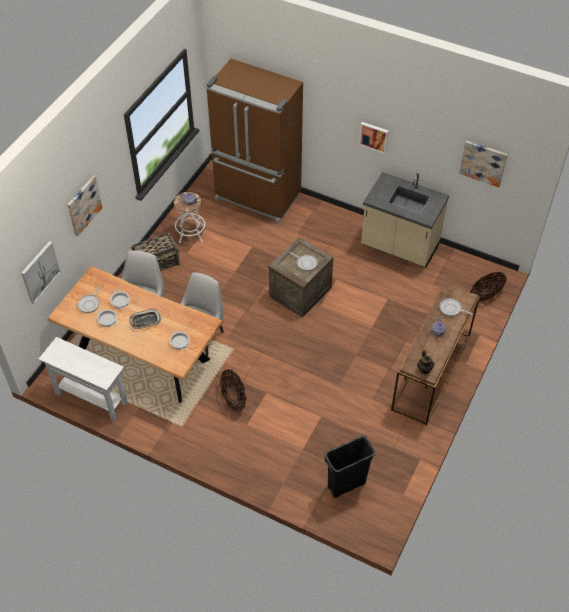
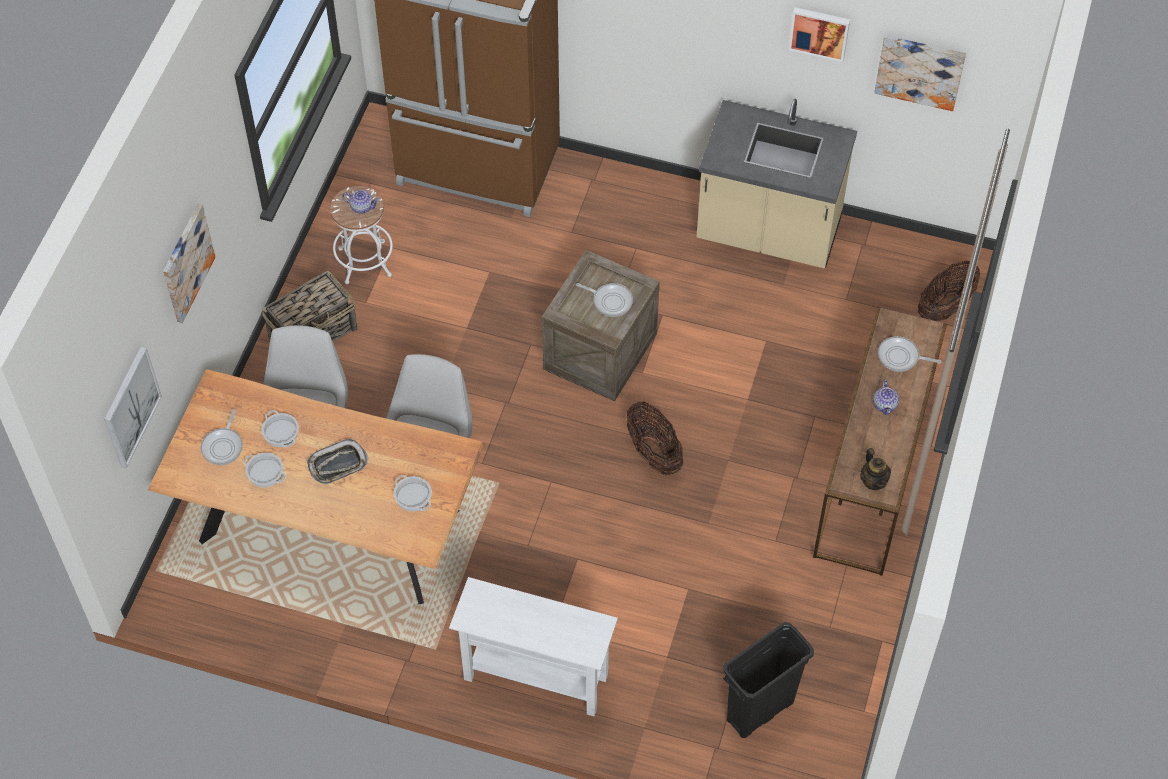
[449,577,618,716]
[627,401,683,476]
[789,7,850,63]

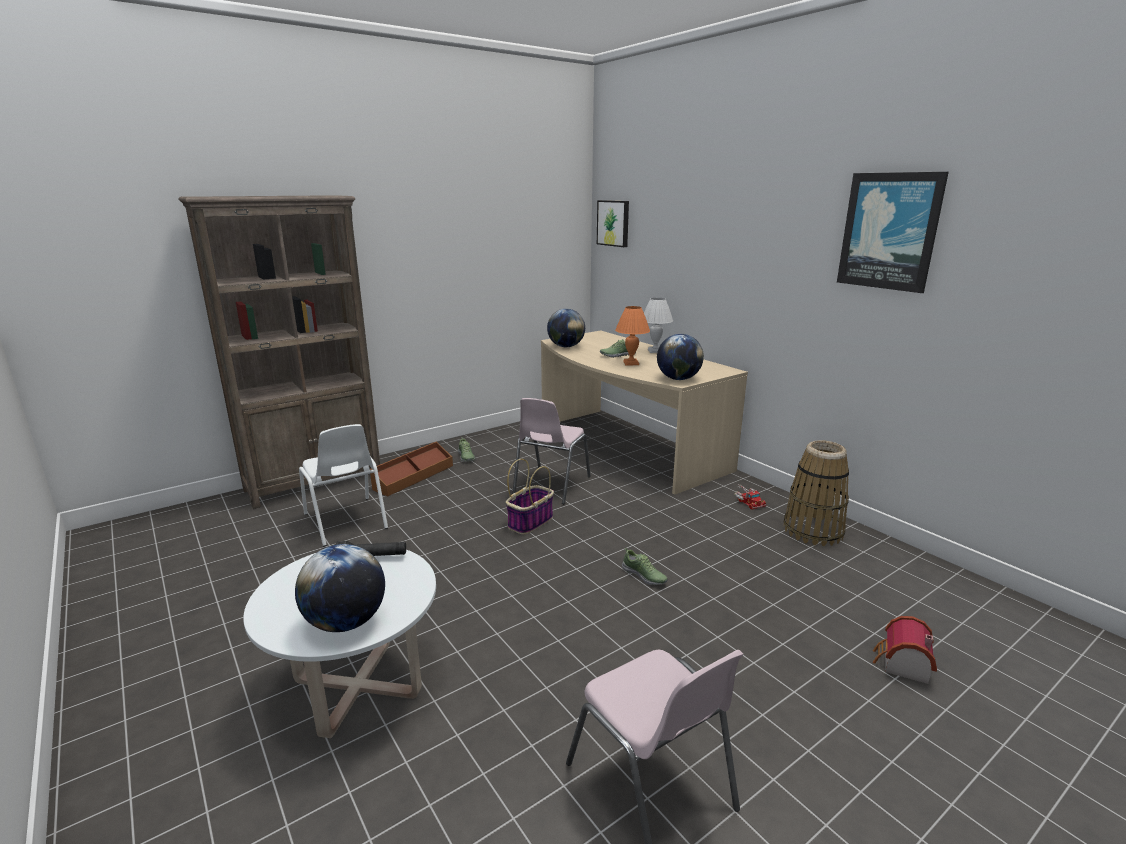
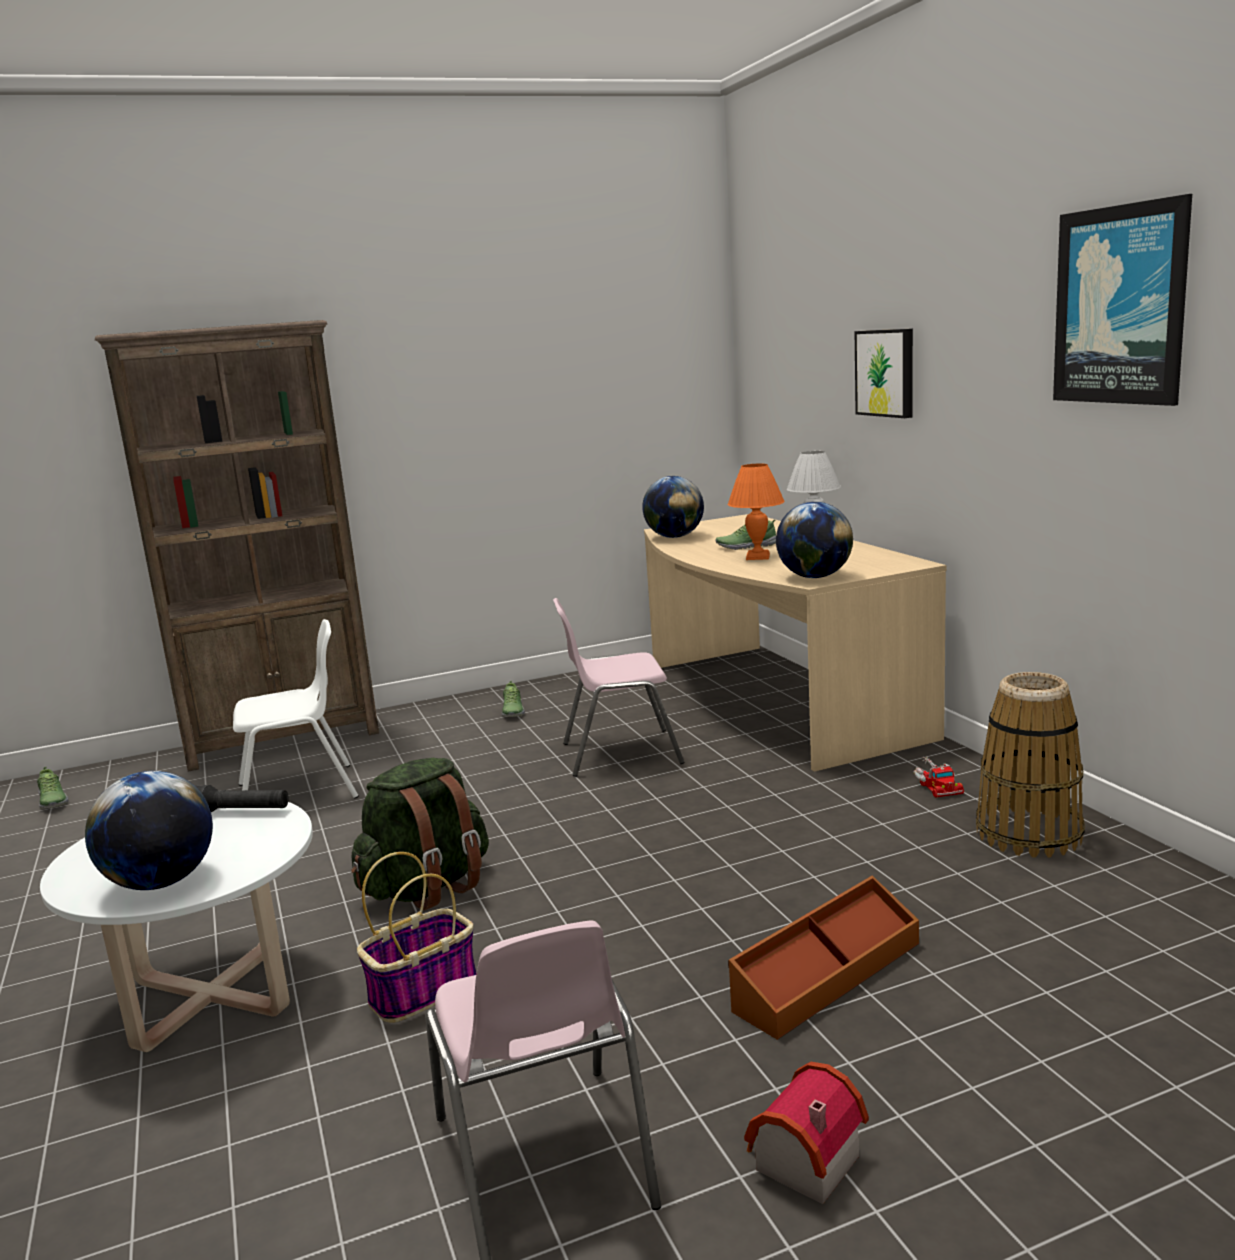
[233,619,359,798]
[728,875,919,1040]
[357,852,477,1023]
[553,598,684,777]
[855,329,913,418]
[37,767,69,808]
[744,1062,869,1204]
[351,758,489,910]

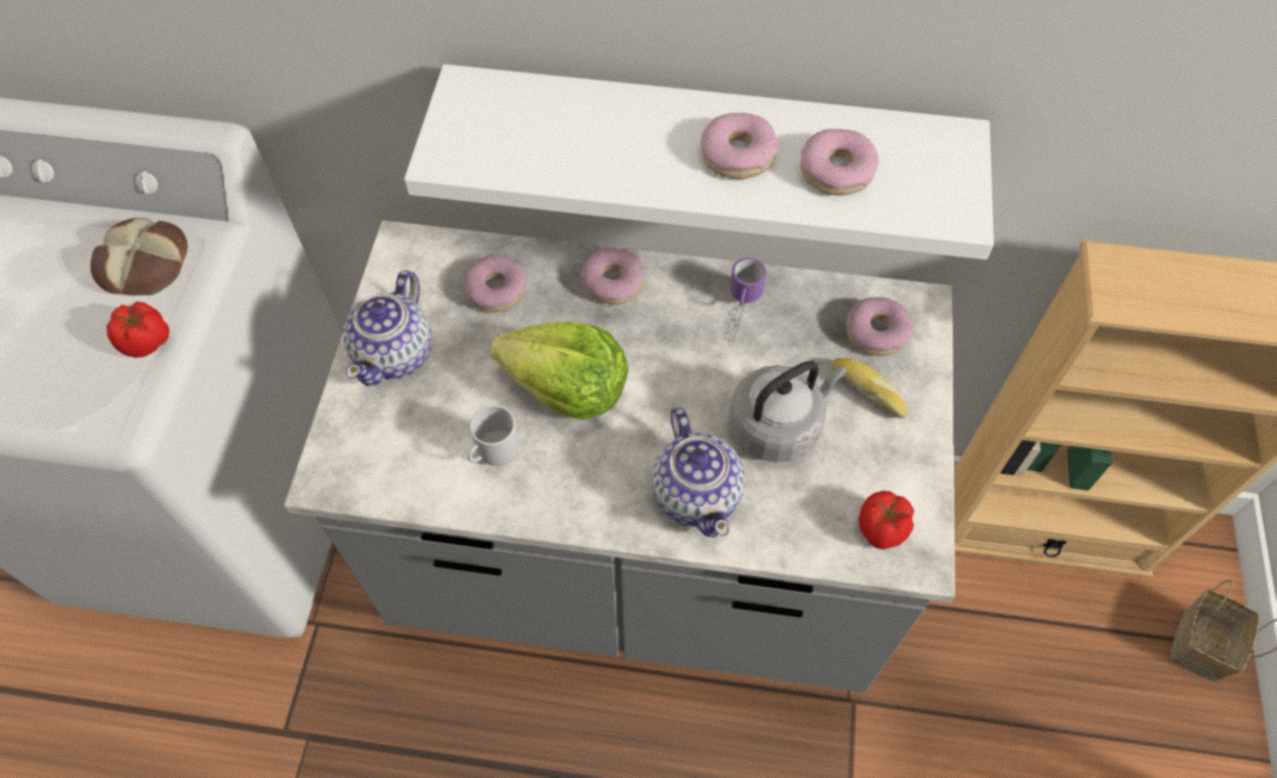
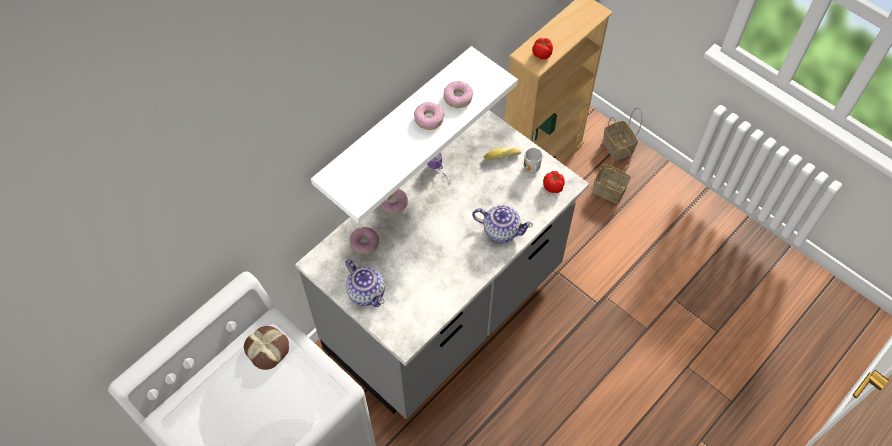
[532,38,553,60]
[524,148,543,174]
[490,322,628,420] (first image)
[729,361,847,462] (first image)
[846,297,913,356] (first image)
[593,147,631,204]

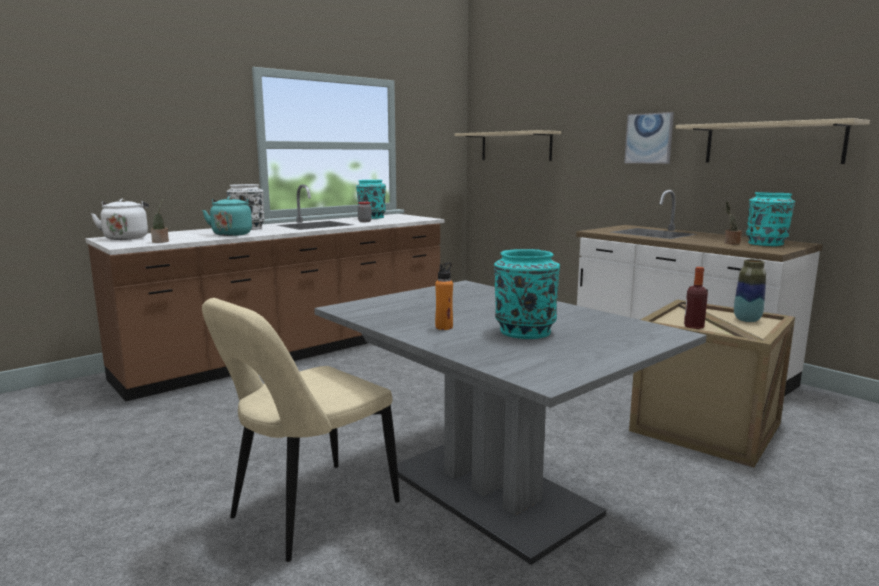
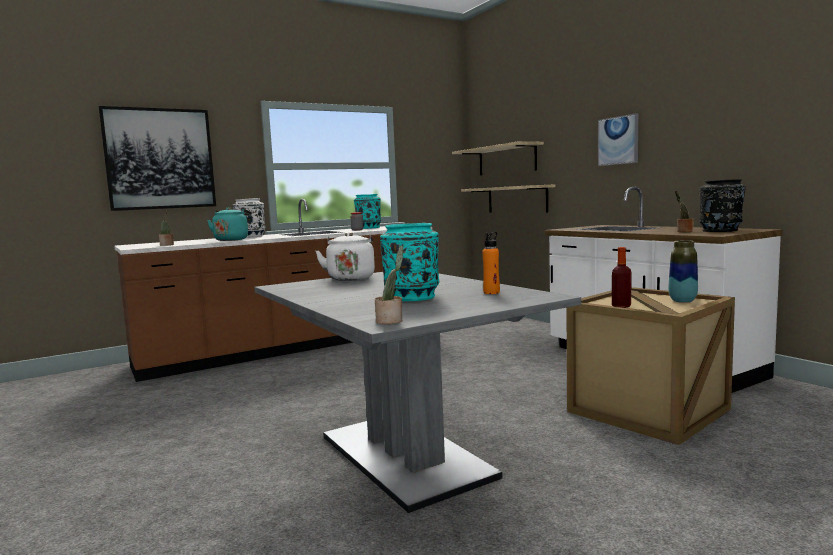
[315,232,375,281]
[202,298,400,562] (first image)
[482,232,500,294]
[461,184,555,213]
[699,179,746,232]
[99,106,216,211]
[375,245,403,324]

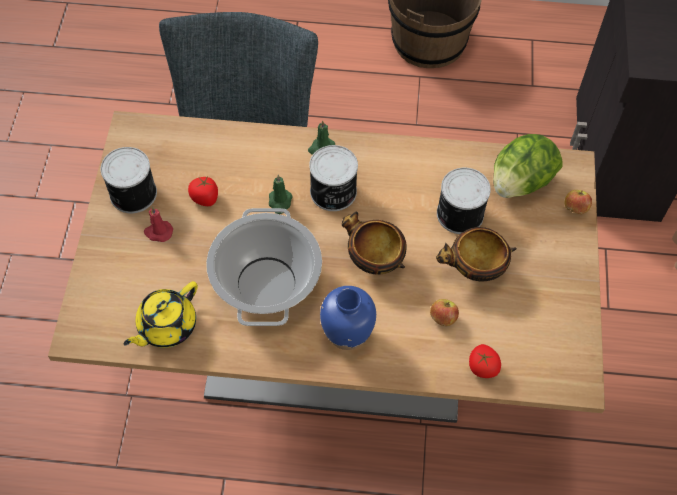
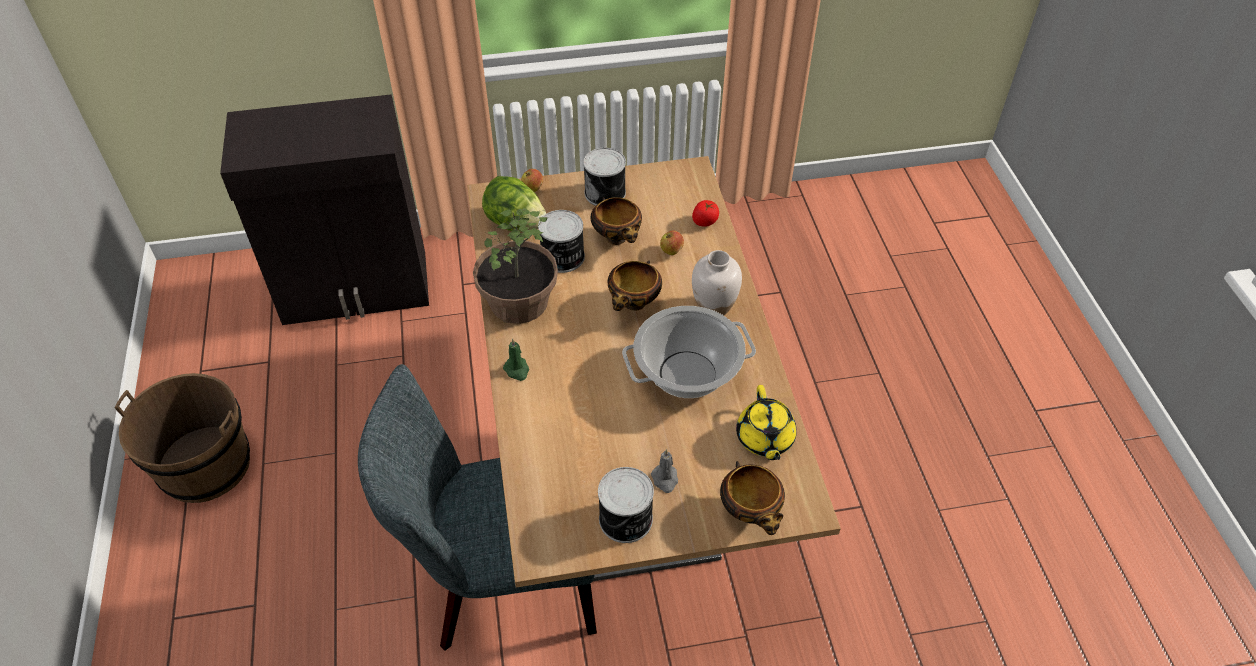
[736,385,797,460]
[651,449,678,493]
[188,176,218,206] (first image)
[269,175,293,214] (first image)
[583,148,626,206]
[692,250,742,315]
[473,207,558,324]
[720,461,785,535]

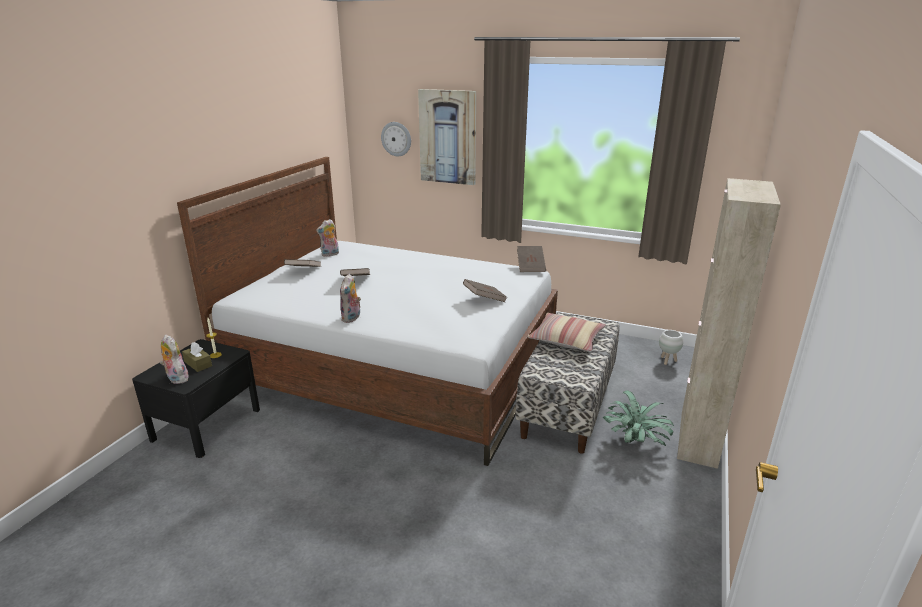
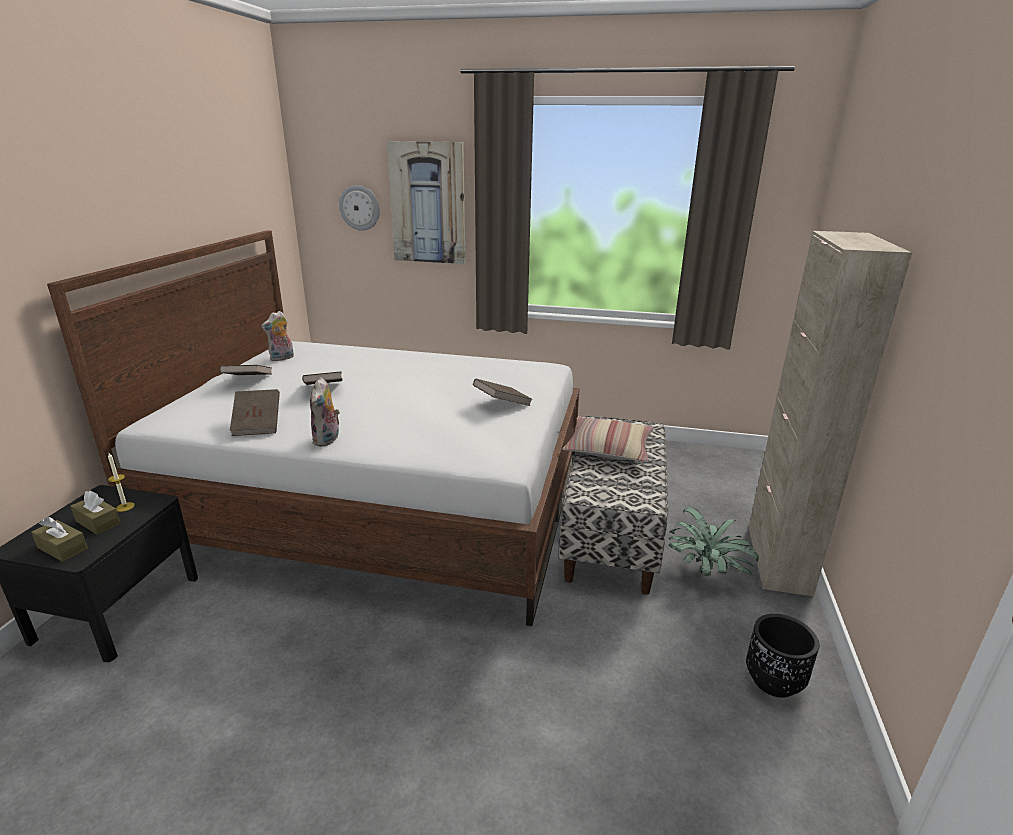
[31,517,88,562]
[230,389,280,436]
[659,330,683,365] (first image)
[746,614,819,698]

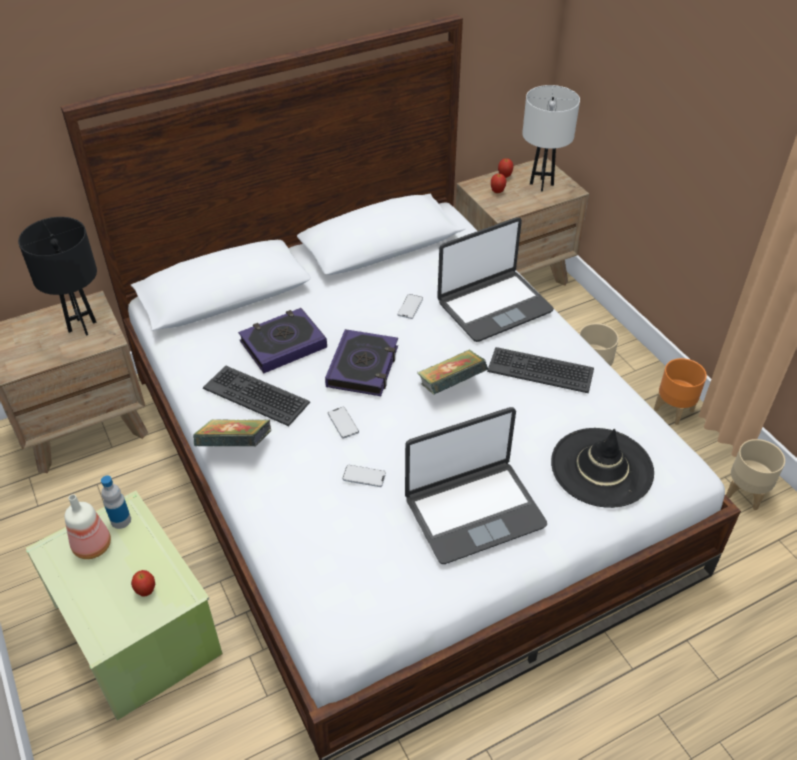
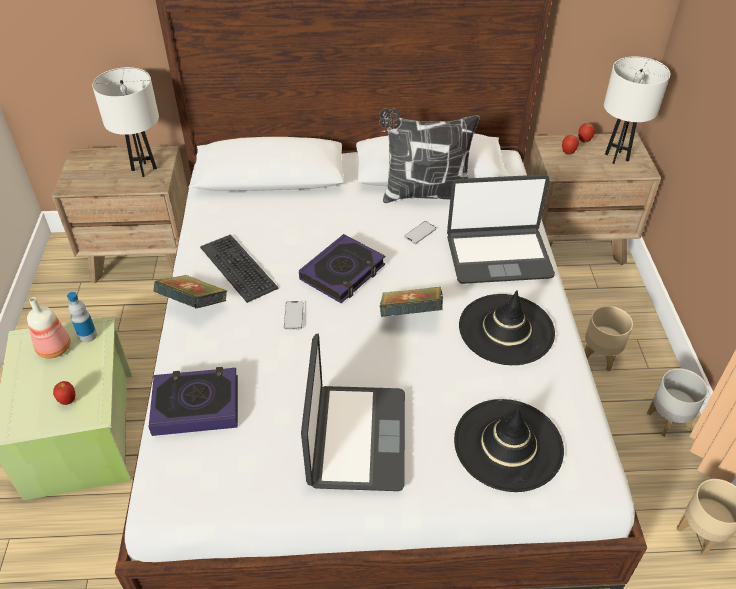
[92,67,159,177]
[149,367,238,436]
[343,465,386,487] (first image)
[301,334,405,491]
[459,290,555,365]
[647,368,708,437]
[379,108,480,203]

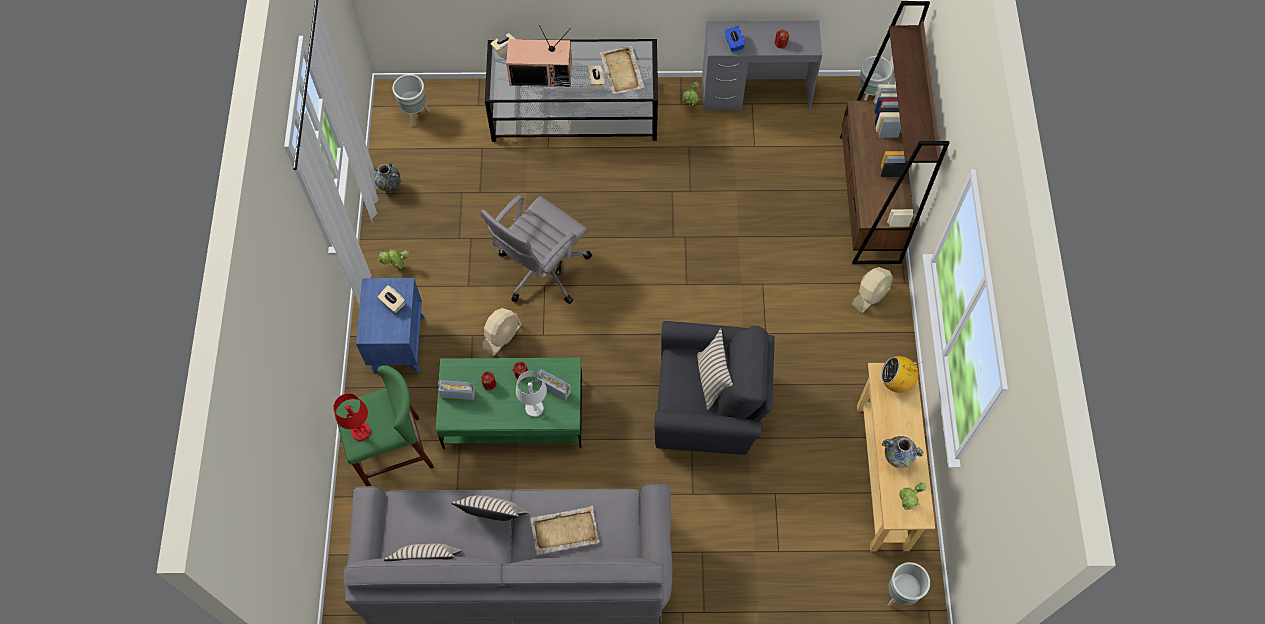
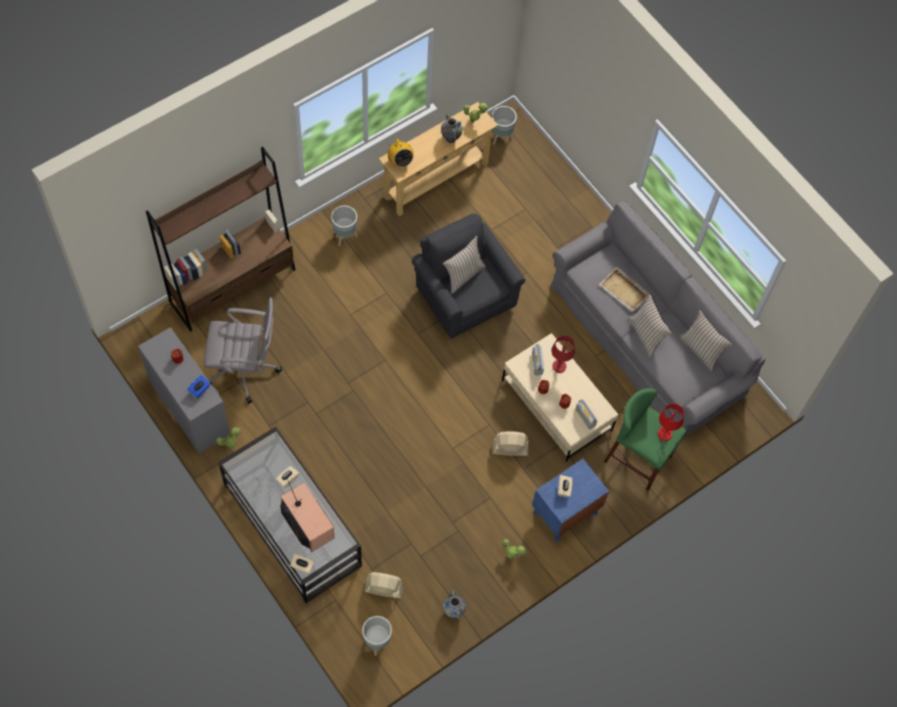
[502,333,618,462]
[204,297,282,404]
[551,335,575,373]
[600,46,645,94] (first image)
[364,572,404,599]
[331,205,357,246]

